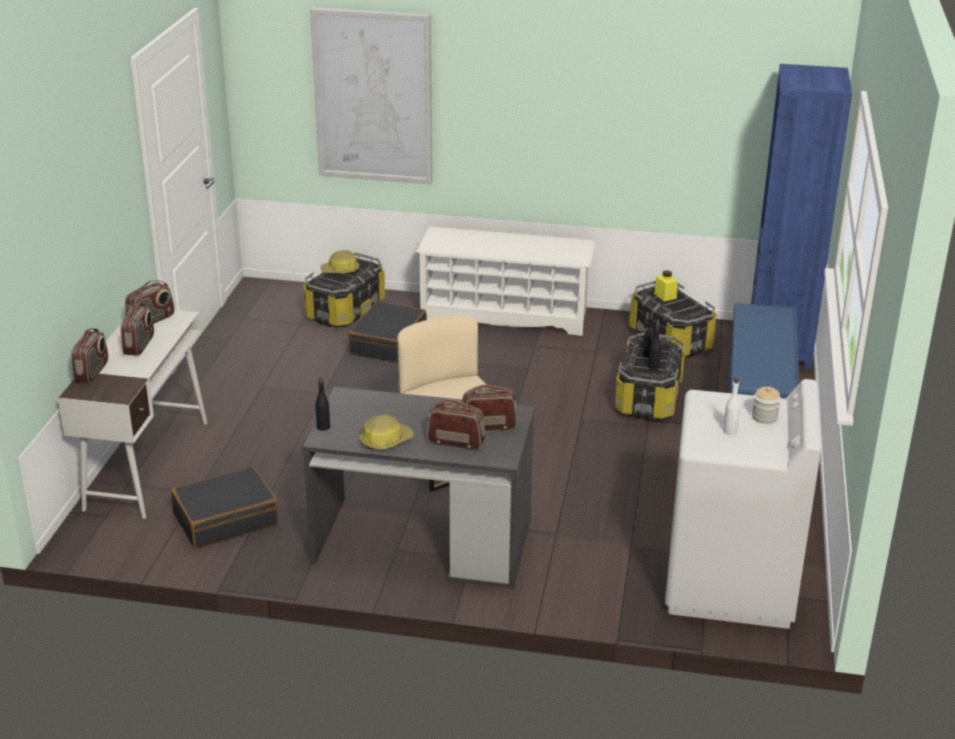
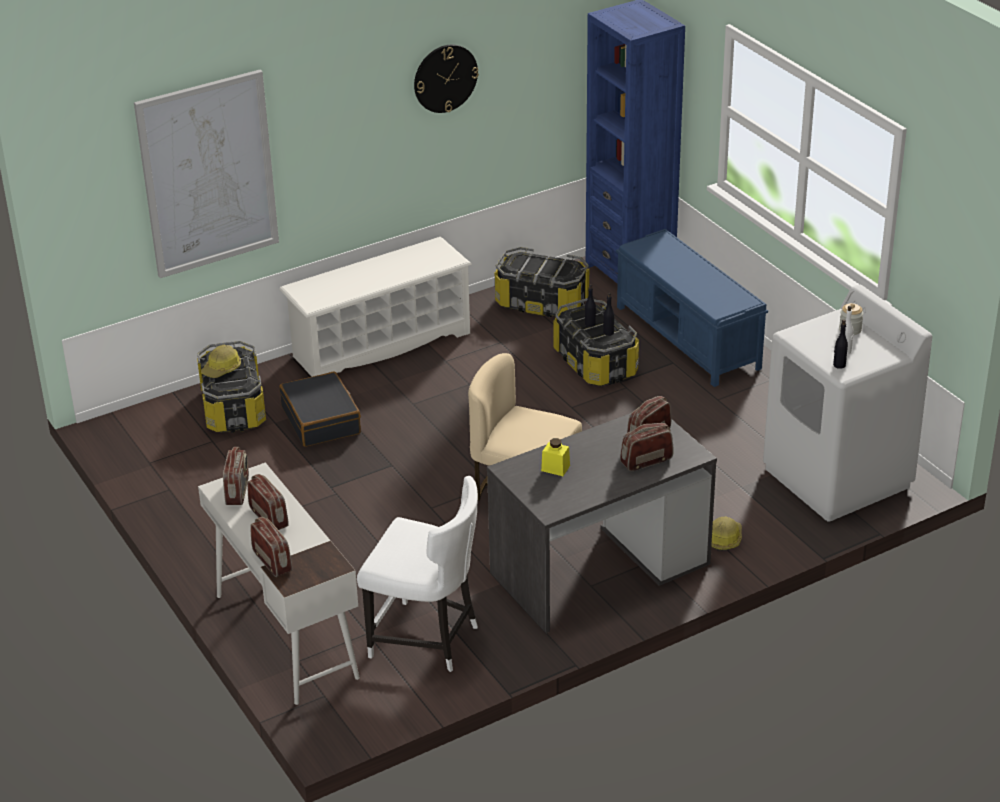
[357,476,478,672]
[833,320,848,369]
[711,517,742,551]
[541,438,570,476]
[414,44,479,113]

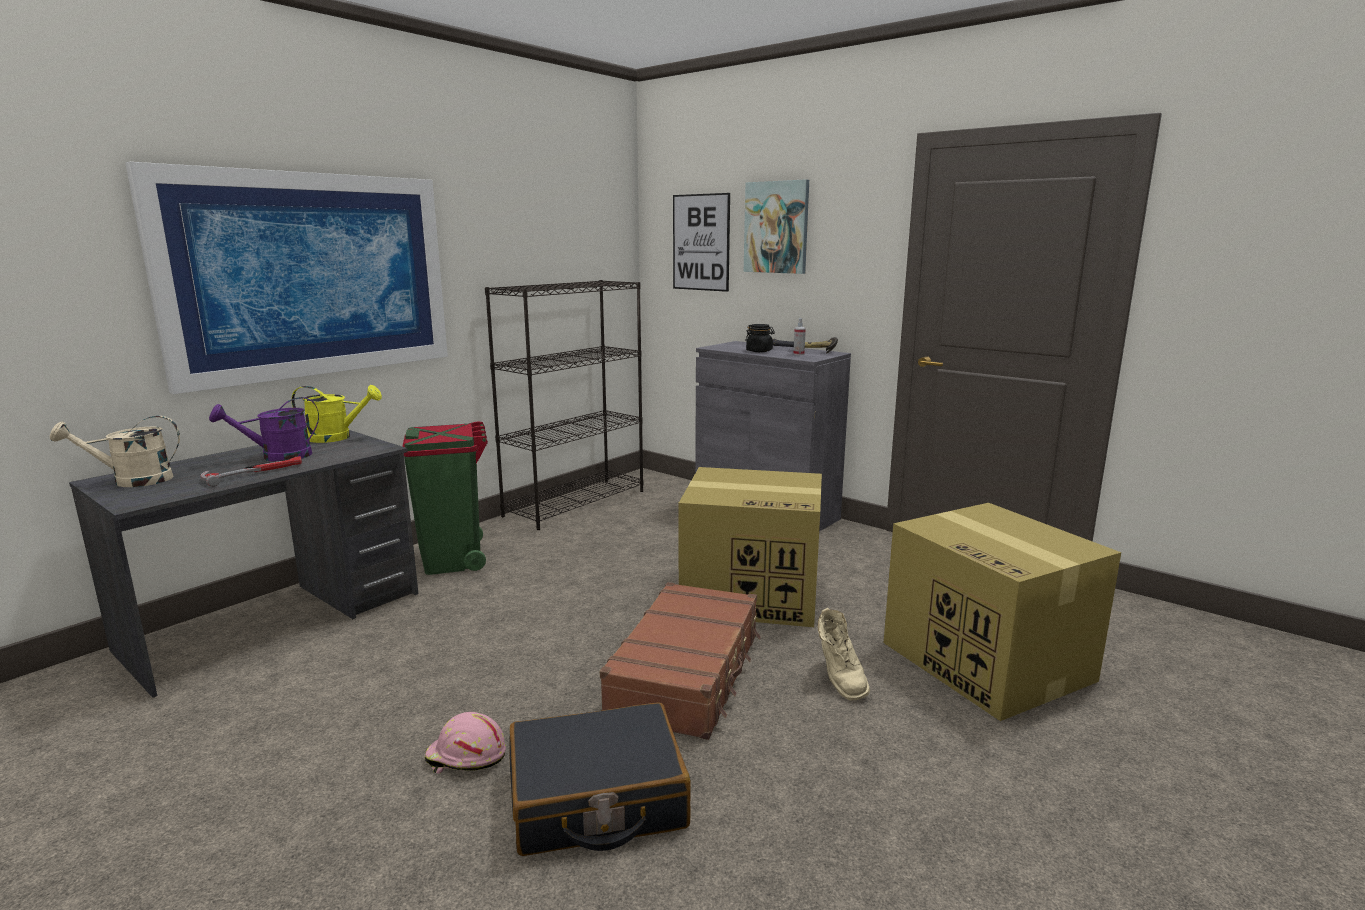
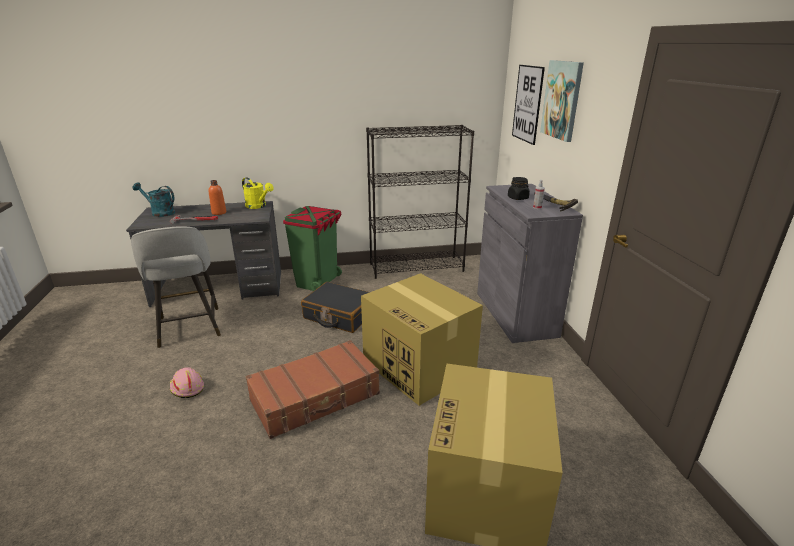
[133,182,175,217]
[125,162,448,394] (first image)
[209,180,226,215]
[301,282,369,333]
[818,608,870,700] (first image)
[131,226,221,348]

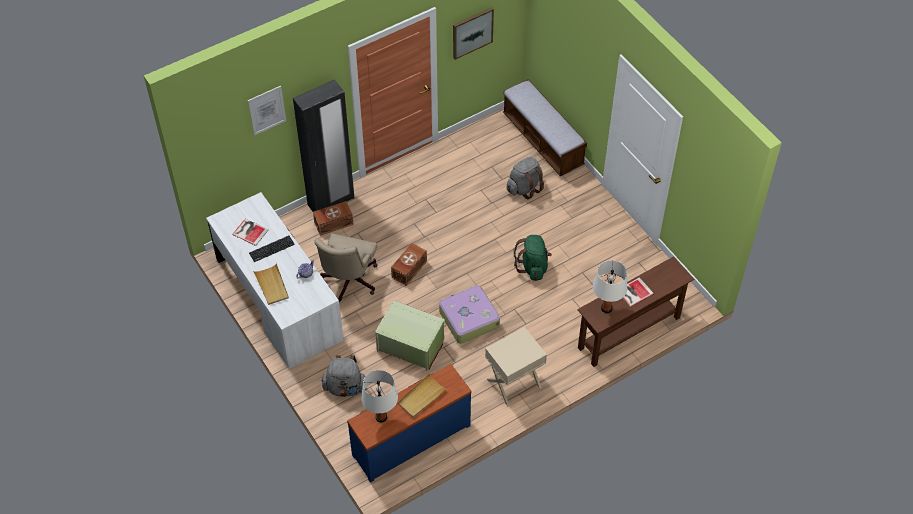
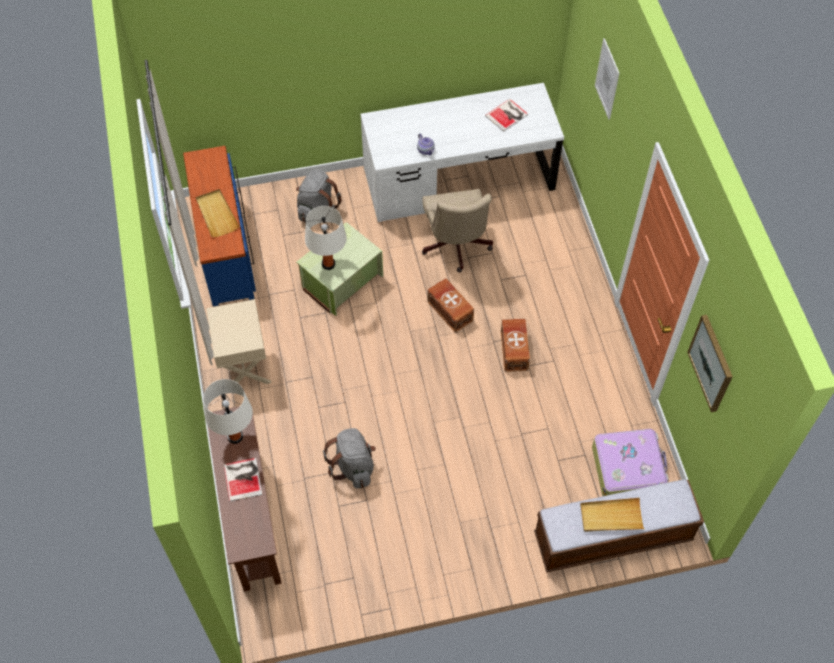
[249,235,295,262] (first image)
[580,498,644,532]
[293,79,354,212] (first image)
[501,319,530,372]
[422,189,493,272]
[305,206,347,270]
[592,429,669,496]
[323,428,376,489]
[514,235,552,281] (first image)

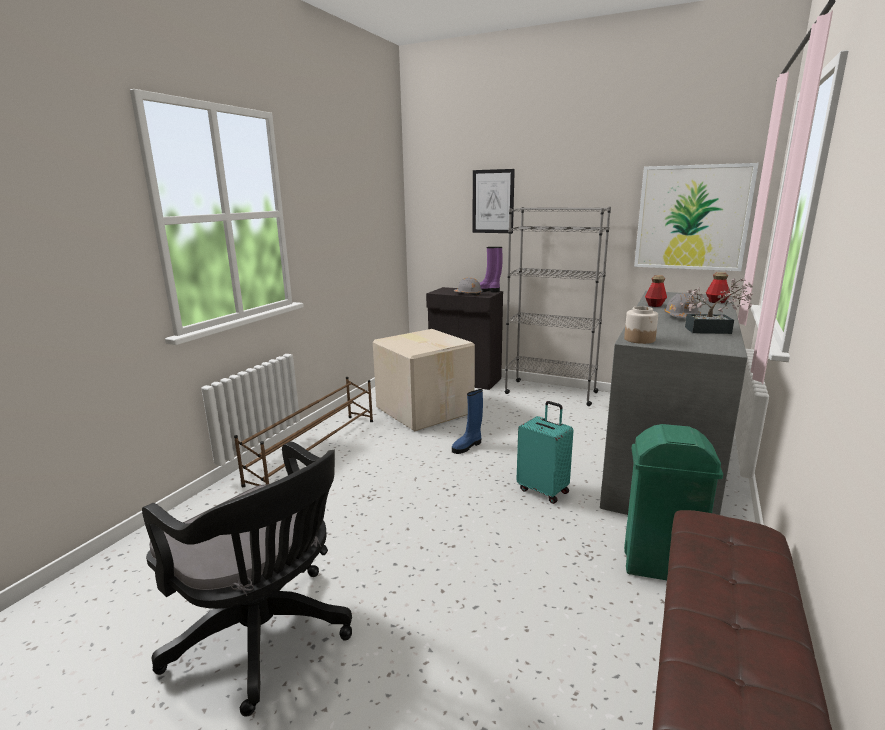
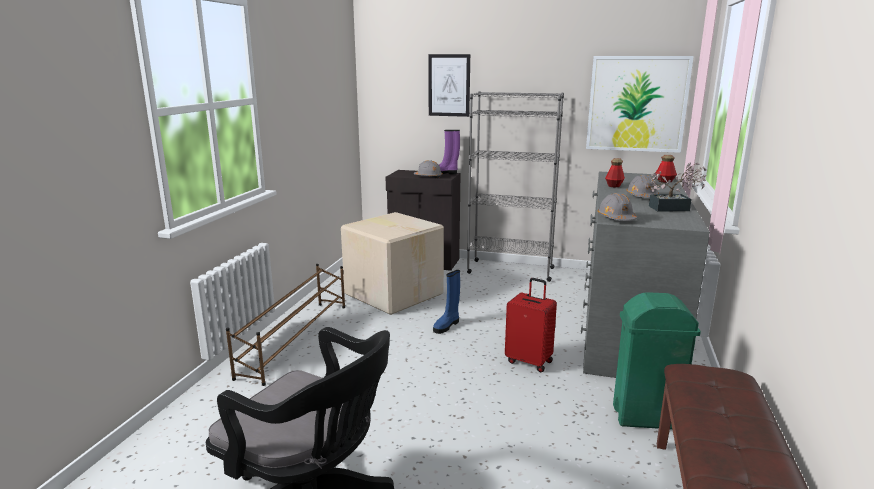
[505,278,557,372]
[597,193,637,221]

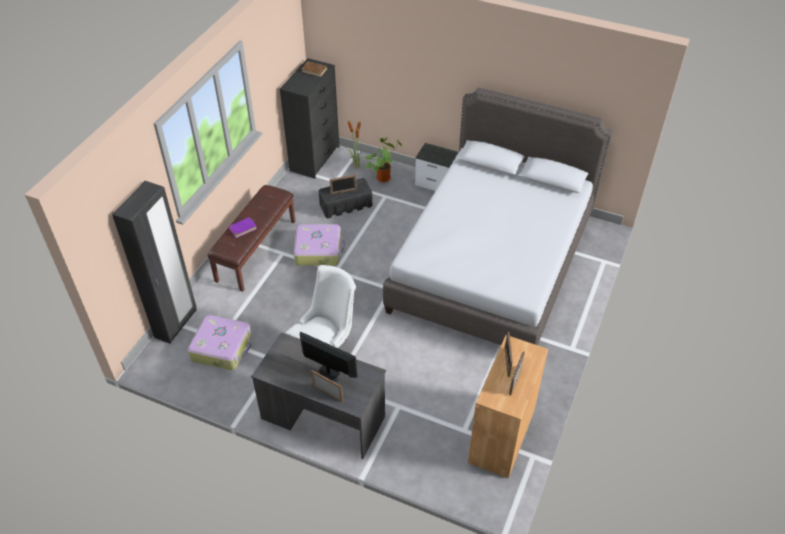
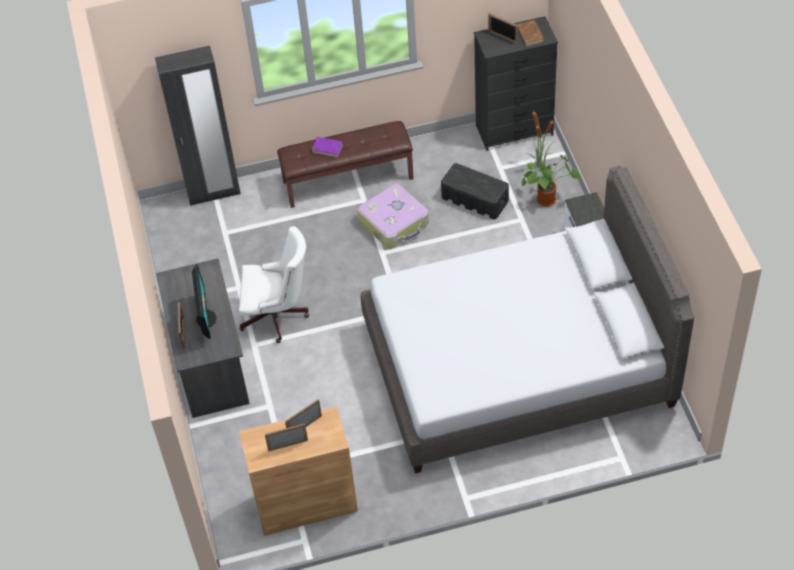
[188,315,252,370] (first image)
[488,13,518,44]

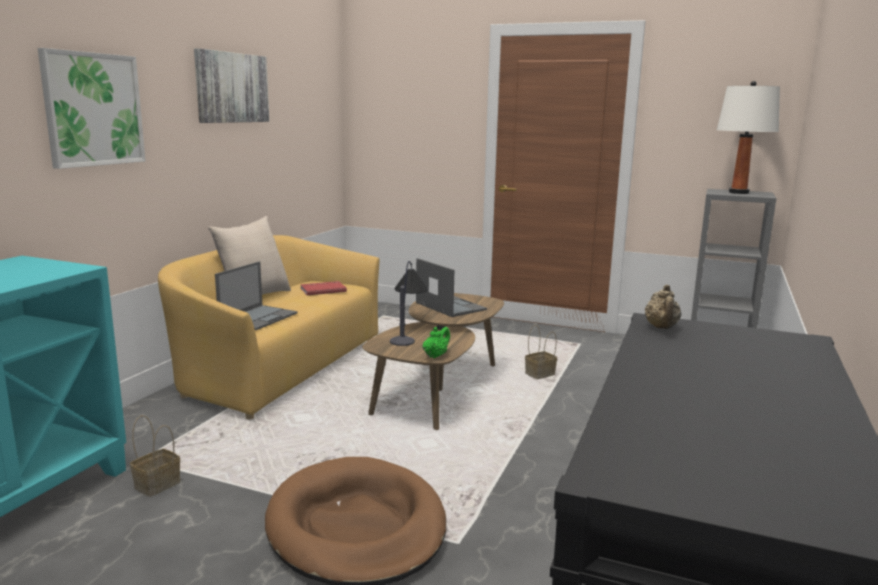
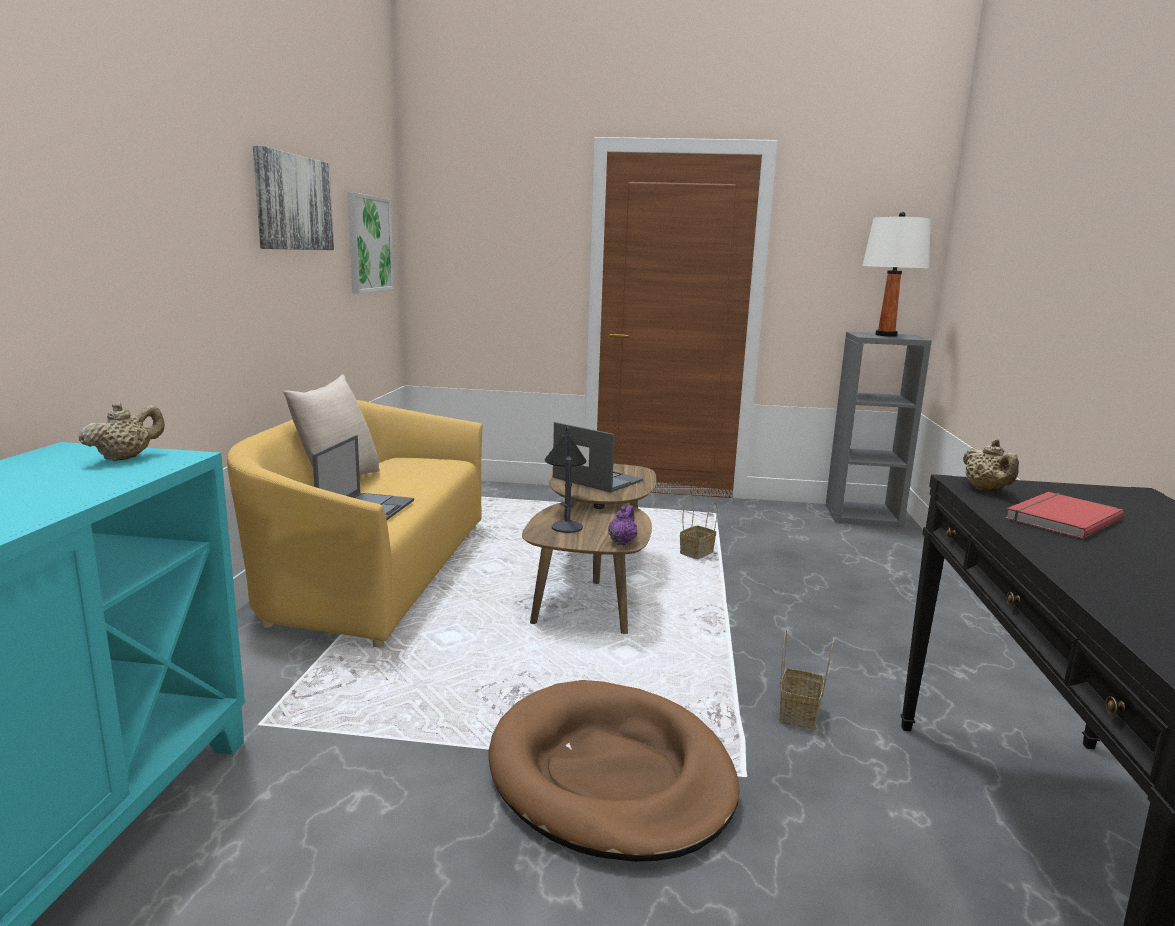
[348,192,394,293]
[779,629,834,730]
[1005,492,1124,539]
[608,505,637,546]
[79,402,165,461]

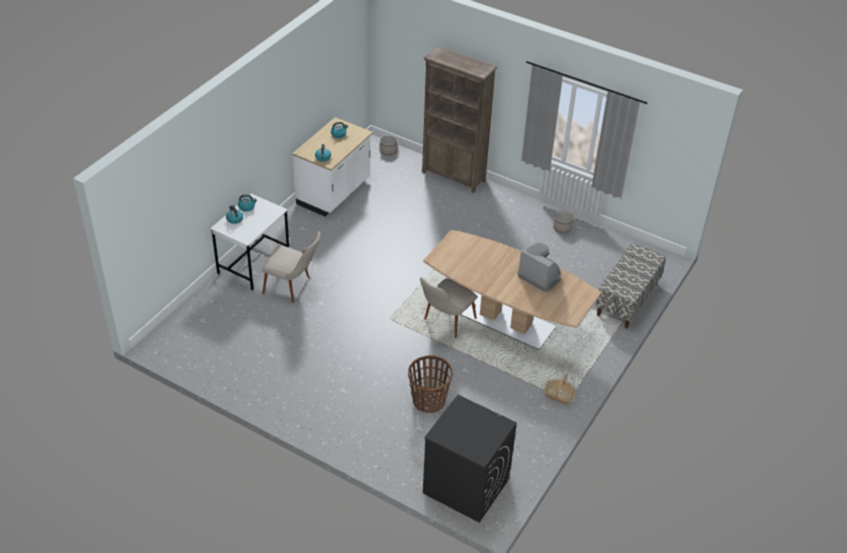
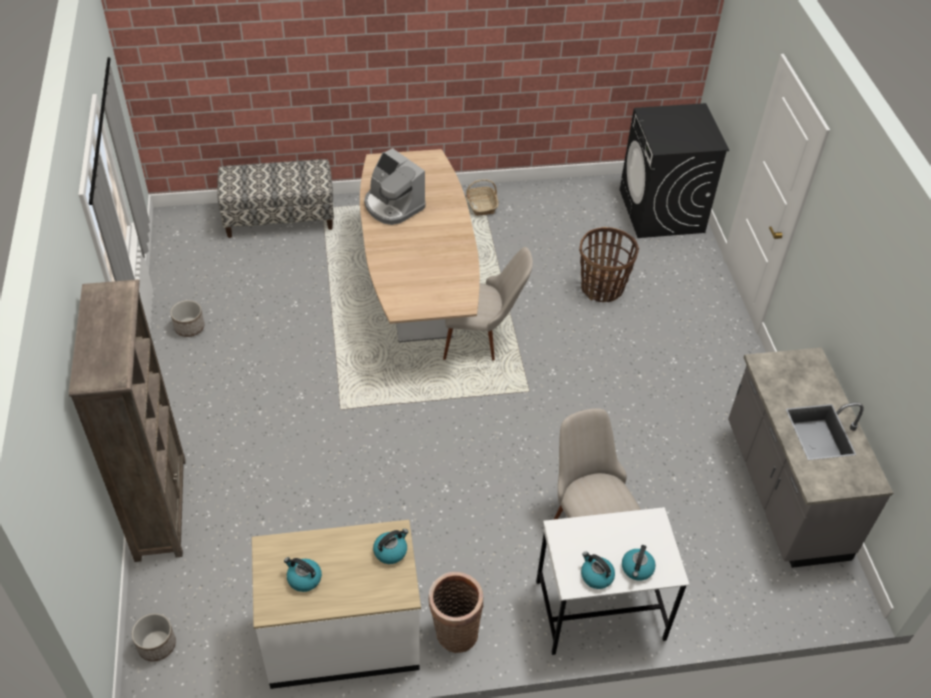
[364,148,425,225]
[428,572,484,653]
[728,347,893,568]

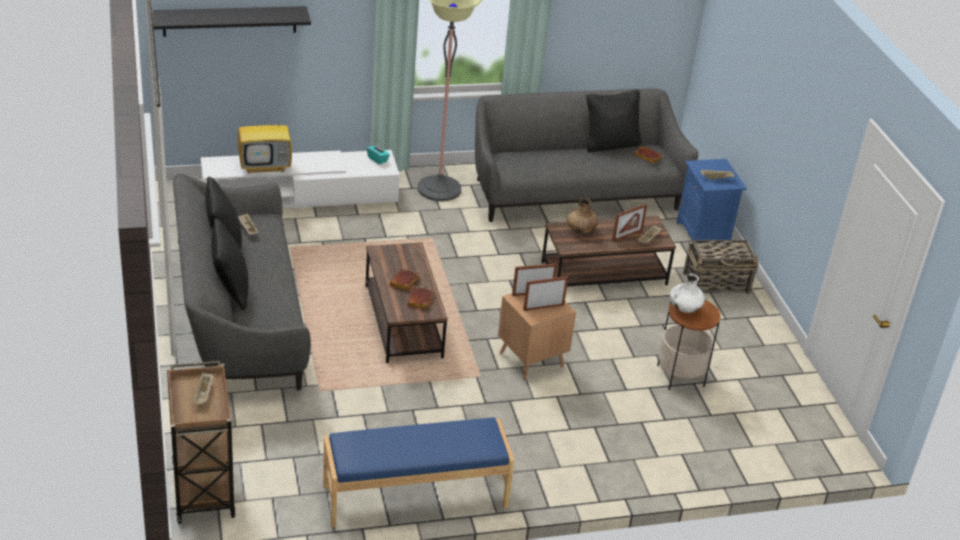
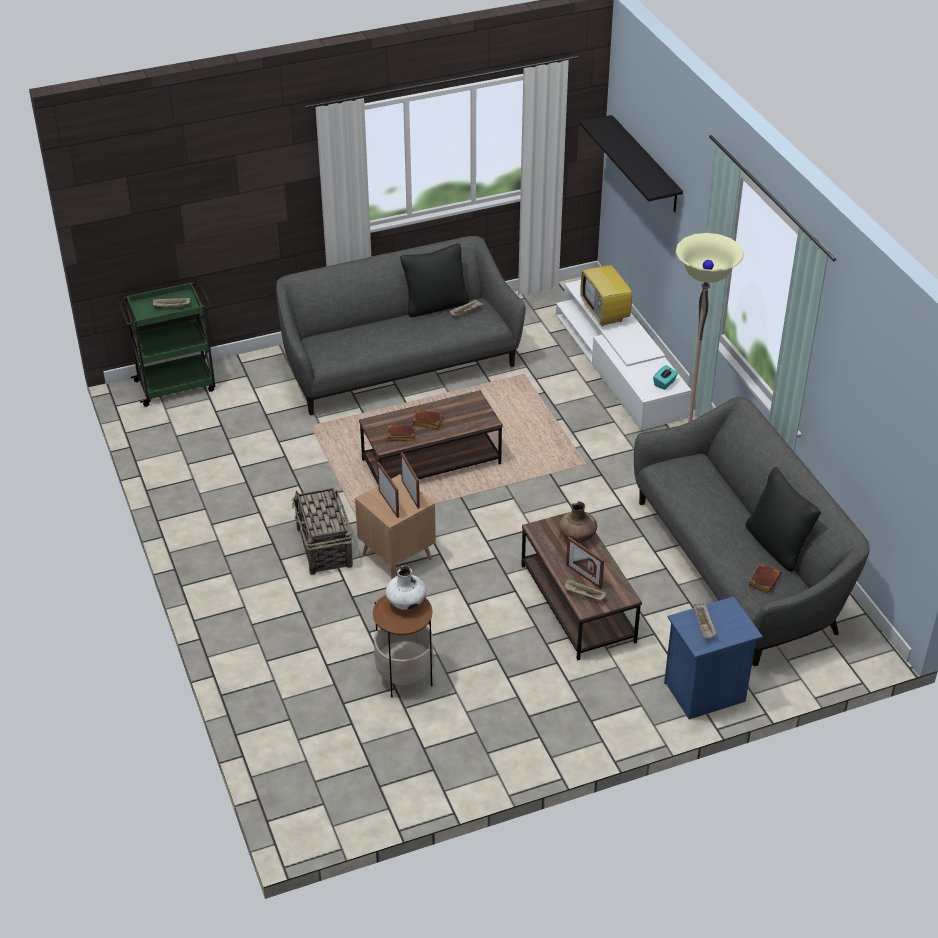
[118,282,216,407]
[211,218,249,310] (first image)
[323,417,514,528] (first image)
[292,488,353,575]

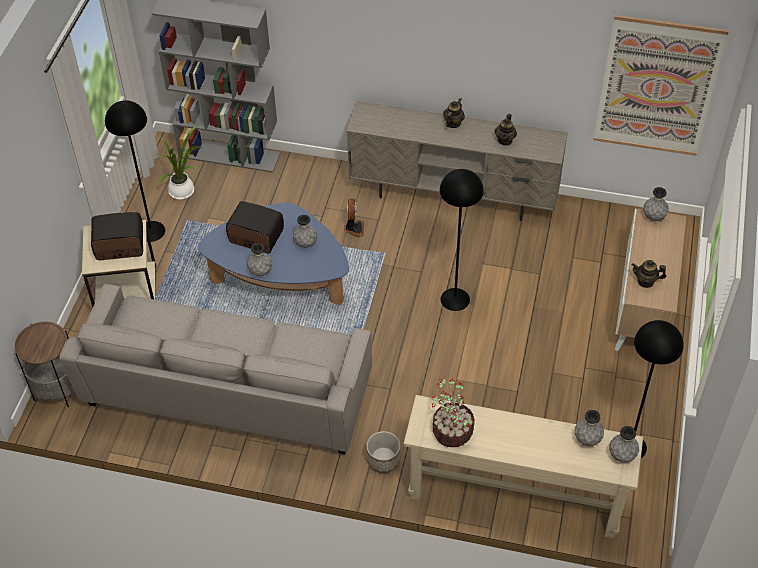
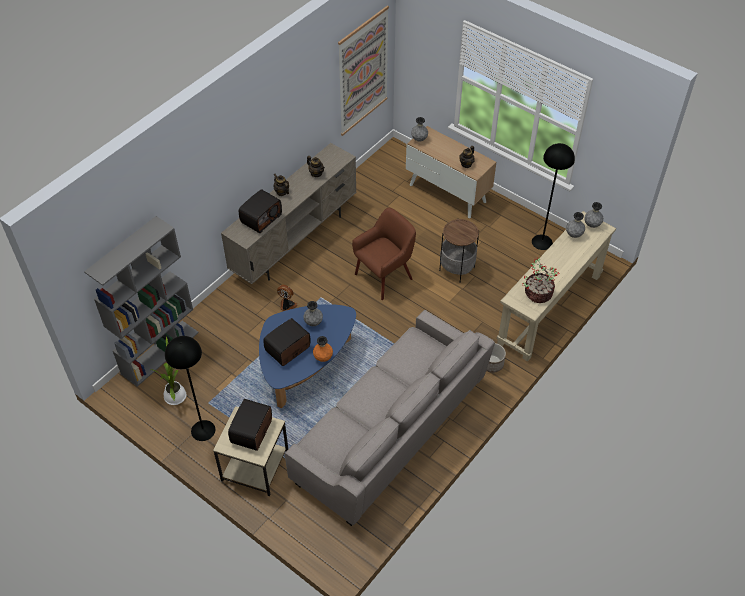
[439,219,479,283]
[313,336,333,362]
[352,208,416,300]
[239,189,282,233]

